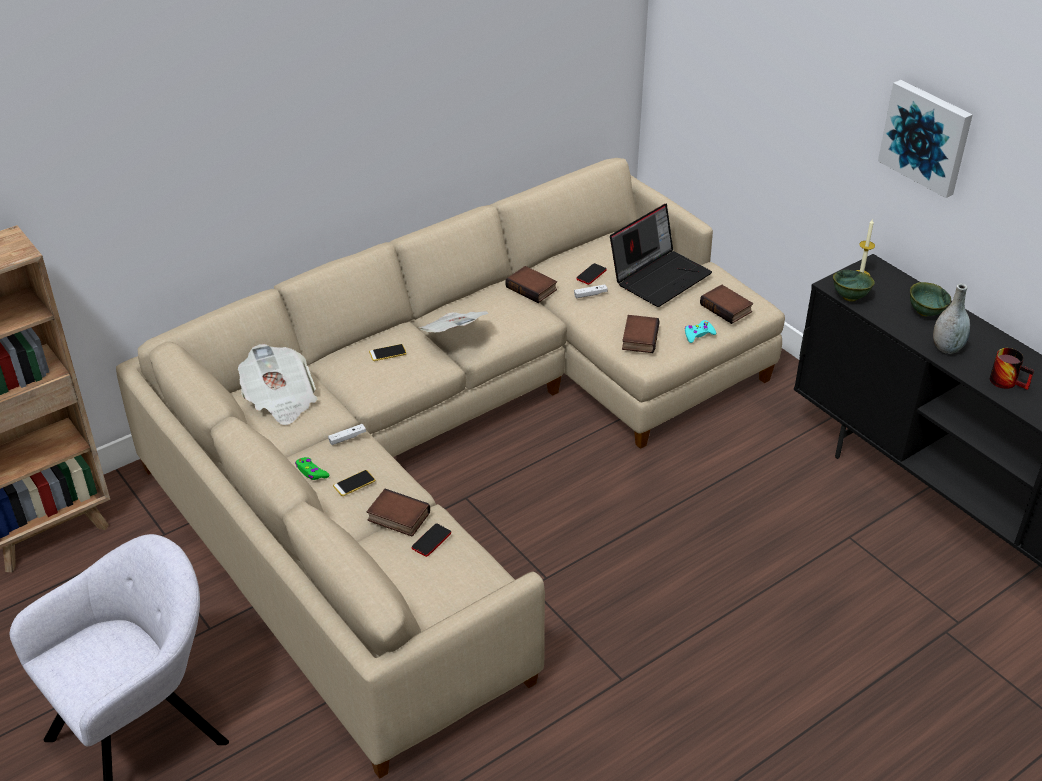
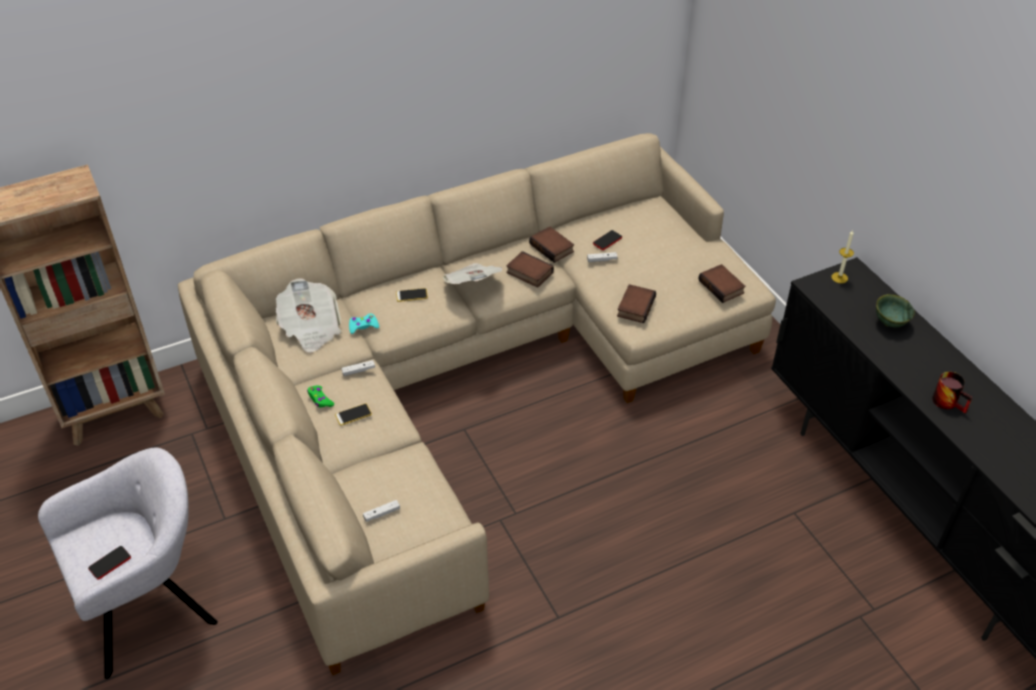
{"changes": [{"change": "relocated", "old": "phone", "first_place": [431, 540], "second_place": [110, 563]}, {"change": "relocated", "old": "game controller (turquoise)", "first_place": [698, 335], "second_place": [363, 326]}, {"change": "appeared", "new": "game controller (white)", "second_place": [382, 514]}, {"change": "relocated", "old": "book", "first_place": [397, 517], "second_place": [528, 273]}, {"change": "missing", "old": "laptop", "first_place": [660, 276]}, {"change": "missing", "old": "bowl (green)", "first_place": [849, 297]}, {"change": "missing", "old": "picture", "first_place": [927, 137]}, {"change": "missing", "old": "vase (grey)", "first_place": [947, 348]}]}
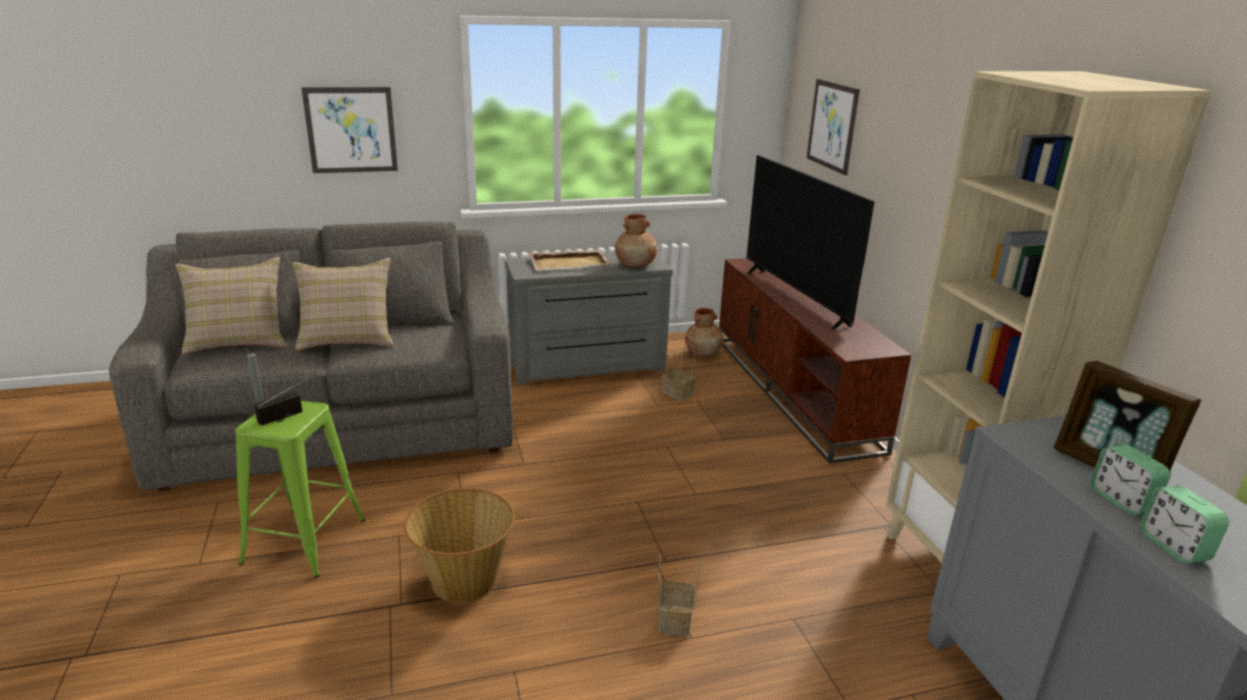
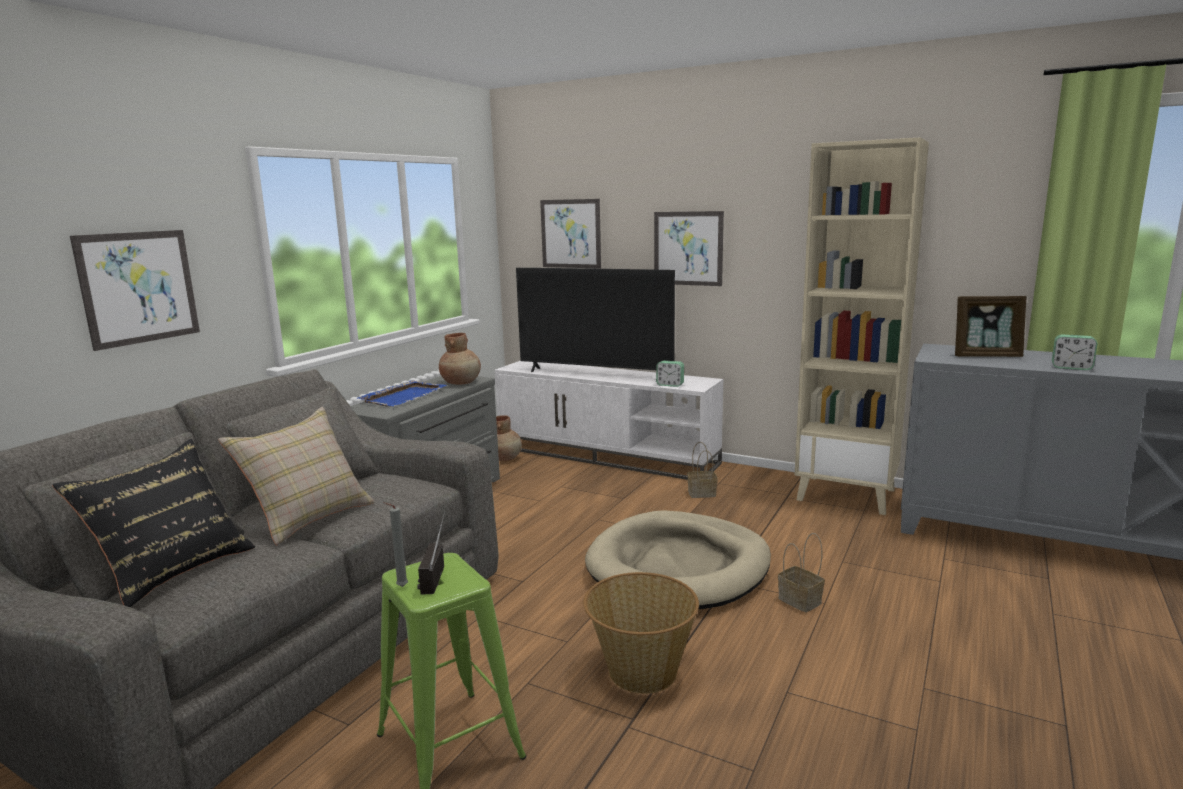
{"changes": [{"change": "colour", "old": "pillow (beige)", "new": "pillow (black)", "first_place": [238, 341], "second_place": [172, 569]}, {"change": "colour", "old": "tray (beige)", "new": "tray (blue)", "first_place": [570, 263], "second_place": [404, 396]}, {"change": "colour", "old": "tv stand (brown)", "new": "tv stand (white)", "first_place": [795, 391], "second_place": [607, 455]}, {"change": "appeared", "new": "dog bed (beige)", "second_place": [678, 567]}, {"change": "appeared", "new": "picture", "second_place": [688, 248]}, {"change": "relocated", "old": "alarm clock", "first_place": [1121, 500], "second_place": [670, 385]}, {"change": "relocated", "old": "basket", "first_place": [678, 393], "second_place": [702, 493]}]}
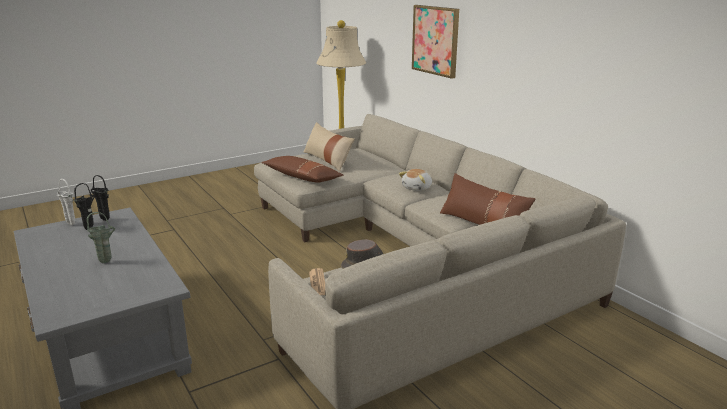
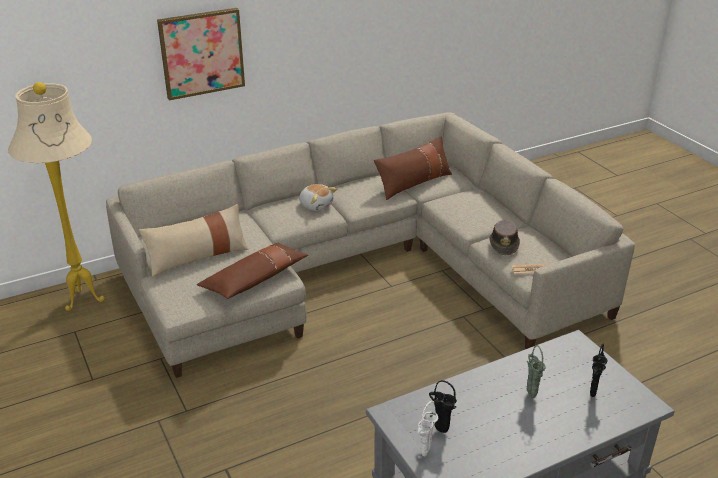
{"changes": [{"change": "relocated", "old": "vase (black)", "first_place": [104, 220], "second_place": [592, 396]}]}
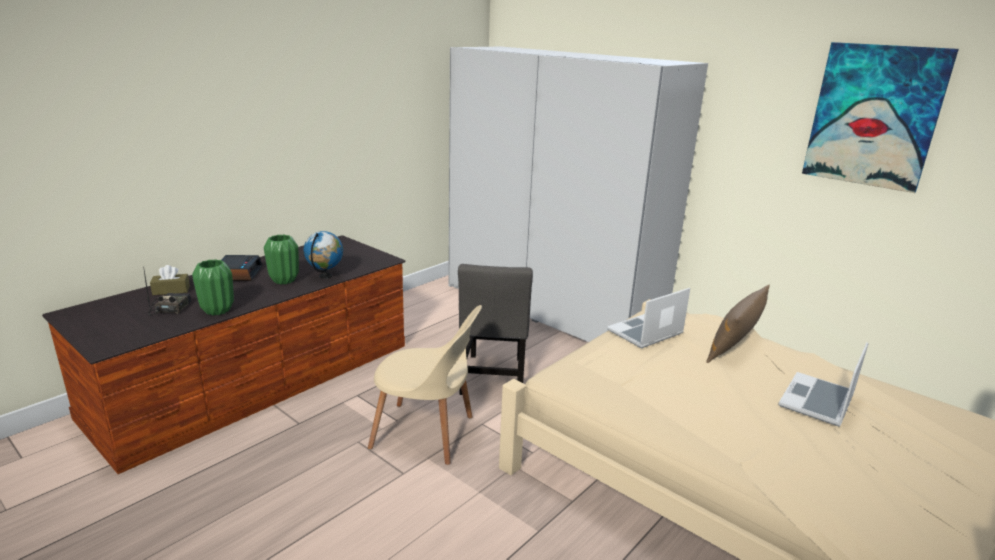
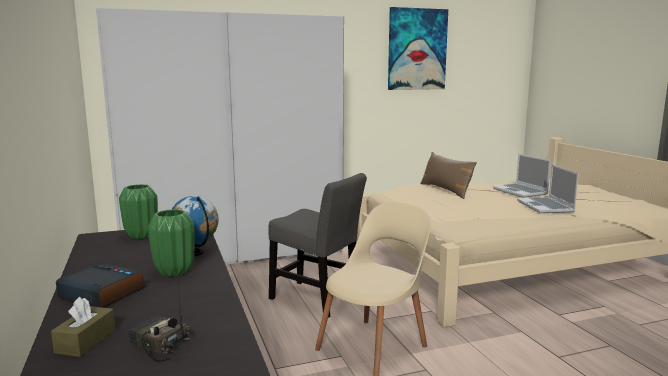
{"changes": [{"change": "relocated", "old": "vase (green)", "first_place": [217, 311], "second_place": [141, 235]}, {"change": "relocated", "old": "laptop", "first_place": [645, 333], "second_place": [546, 207]}]}
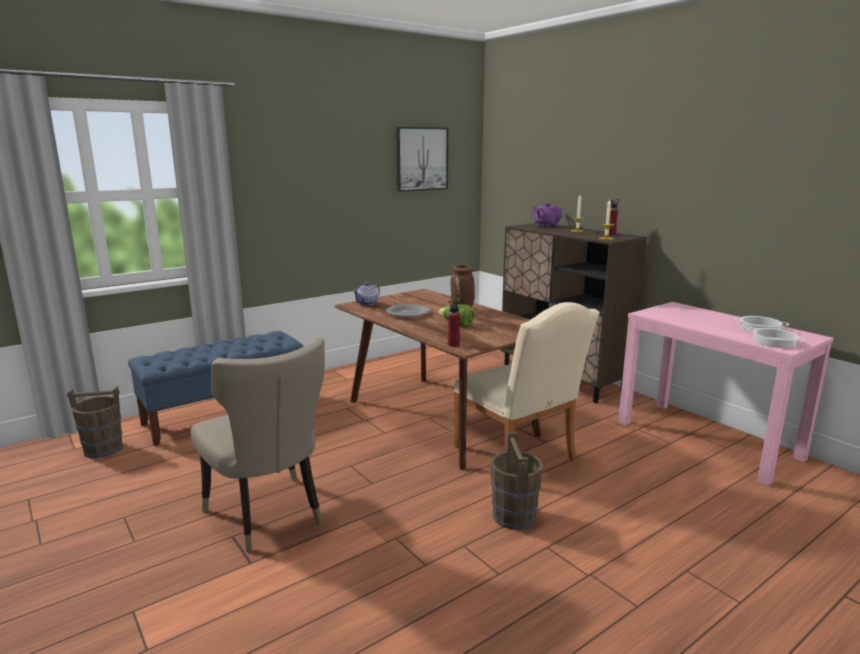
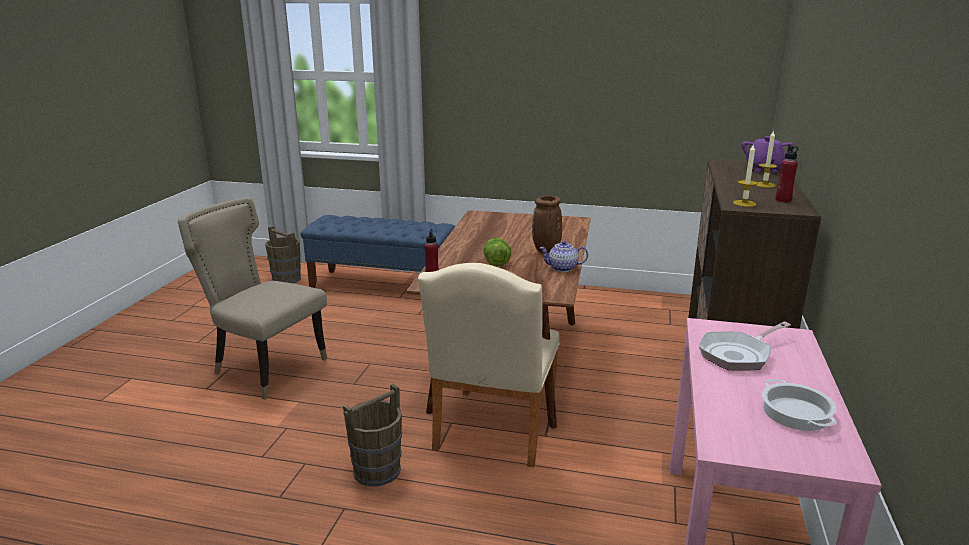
{"changes": [{"change": "spun", "old": "chair (beige)", "first_place": [268, 516], "second_place": [265, 367], "degrees": 105}, {"change": "relocated", "old": "teapot", "first_place": [367, 303], "second_place": [563, 268]}, {"change": "appeared", "new": "frying pan", "second_place": [738, 354]}, {"change": "missing", "old": "plate (grey)", "first_place": [408, 313]}, {"change": "missing", "old": "picture", "first_place": [421, 159]}, {"change": "missing", "old": "cooking pot", "first_place": [774, 342]}]}
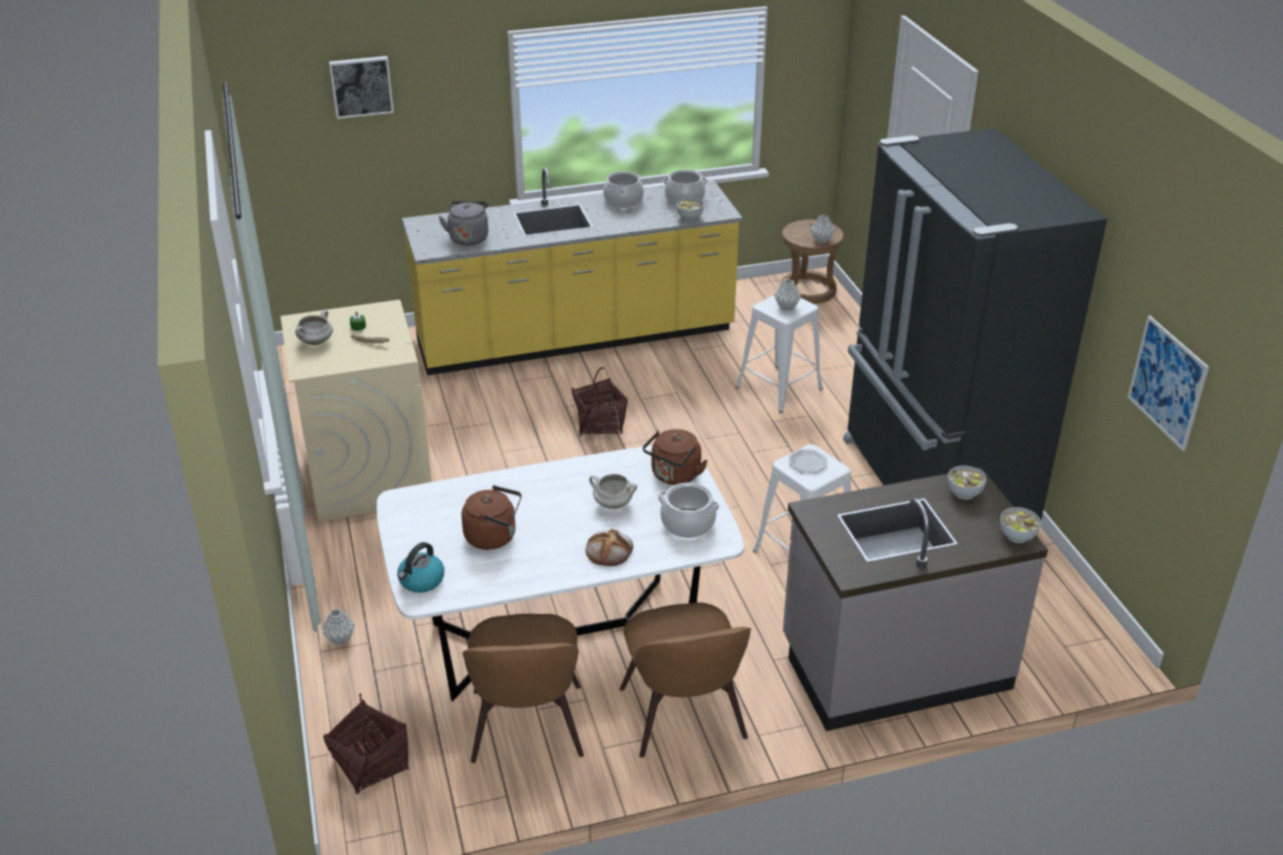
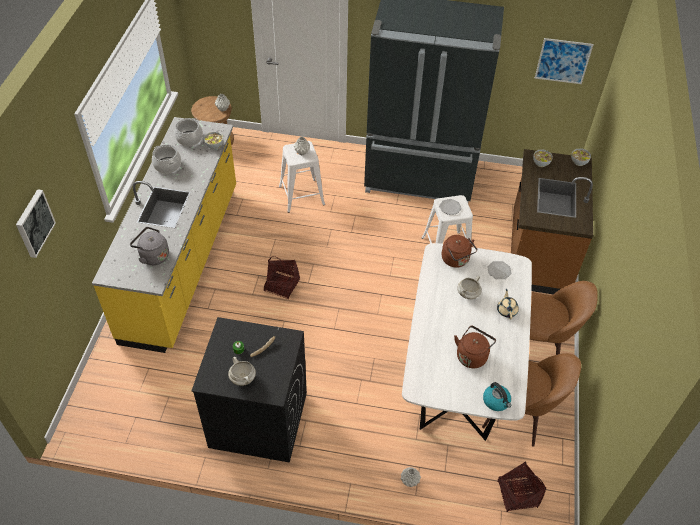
{"changes": [{"change": "colour", "old": "washing machine (beige)", "new": "washing machine (black)", "first_place": [368, 475], "second_place": [257, 420]}, {"change": "exchanged", "old": "cooking pot", "new": "plate", "first_place": [688, 523], "second_place": [499, 270]}, {"change": "exchanged", "old": "bread", "new": "teapot (beige)", "first_place": [609, 551], "second_place": [507, 310]}, {"change": "colour", "old": "counter (grey)", "new": "counter (brown)", "first_place": [894, 665], "second_place": [537, 253]}]}
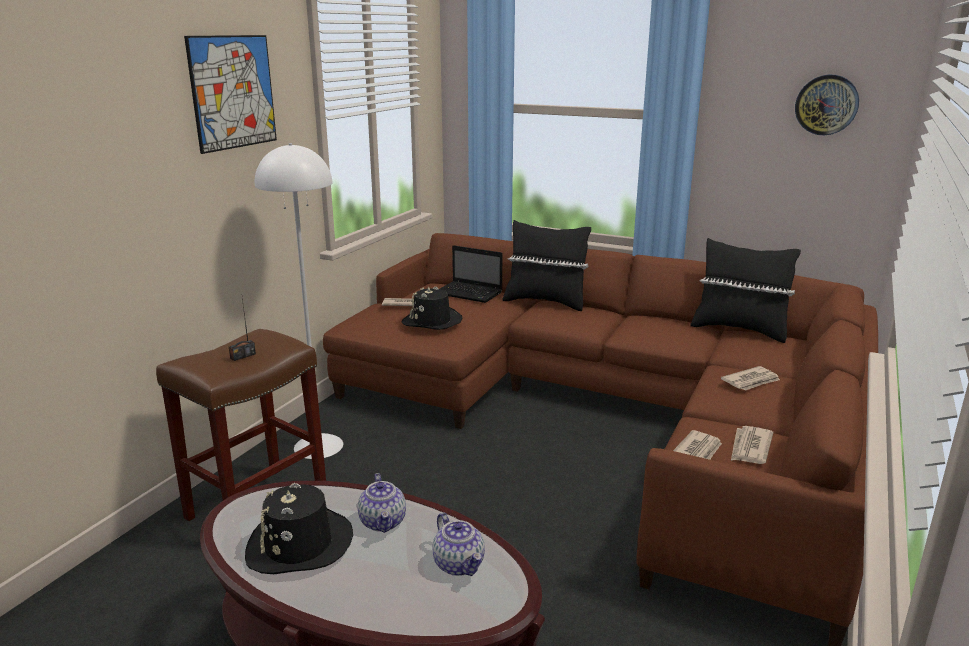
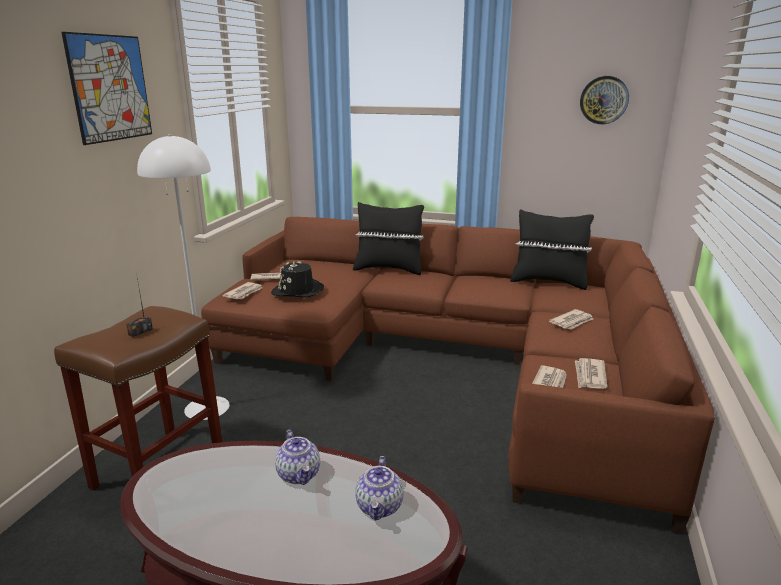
{"changes": [{"change": "appeared", "new": "newspaper", "second_place": [244, 293]}, {"change": "spun", "old": "teapot", "first_place": [459, 564], "second_place": [380, 507], "degrees": 45}, {"change": "missing", "old": "hat (black)", "first_place": [299, 545]}, {"change": "missing", "old": "laptop", "first_place": [470, 293]}]}
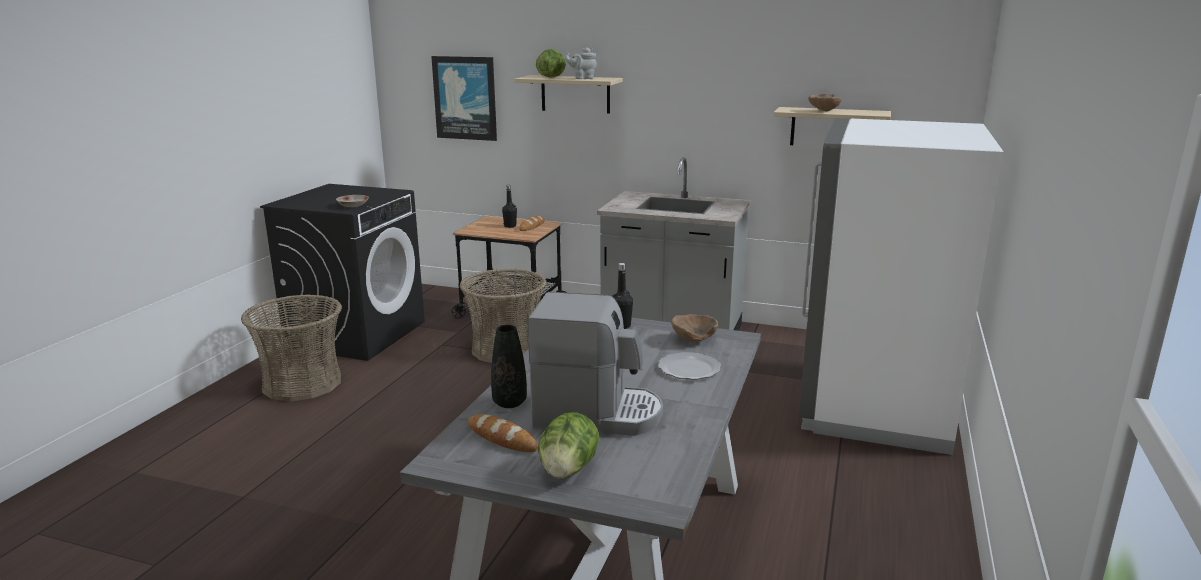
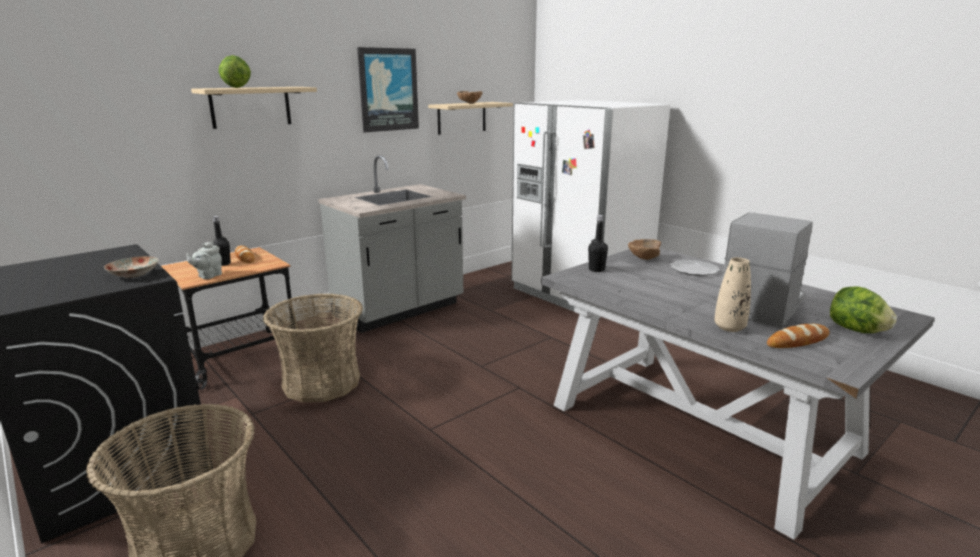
{"changes": [{"change": "relocated", "old": "teapot (grey)", "first_place": [582, 78], "second_place": [208, 276]}, {"change": "relocated", "old": "picture", "first_place": [465, 98], "second_place": [388, 90]}, {"change": "colour", "old": "vase (black)", "new": "vase (beige)", "first_place": [509, 403], "second_place": [729, 327]}]}
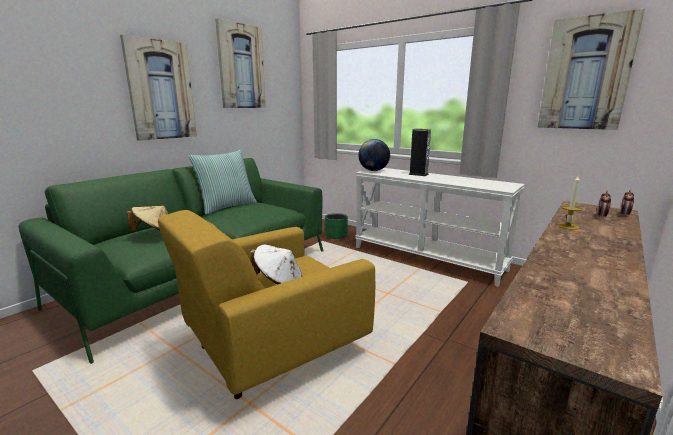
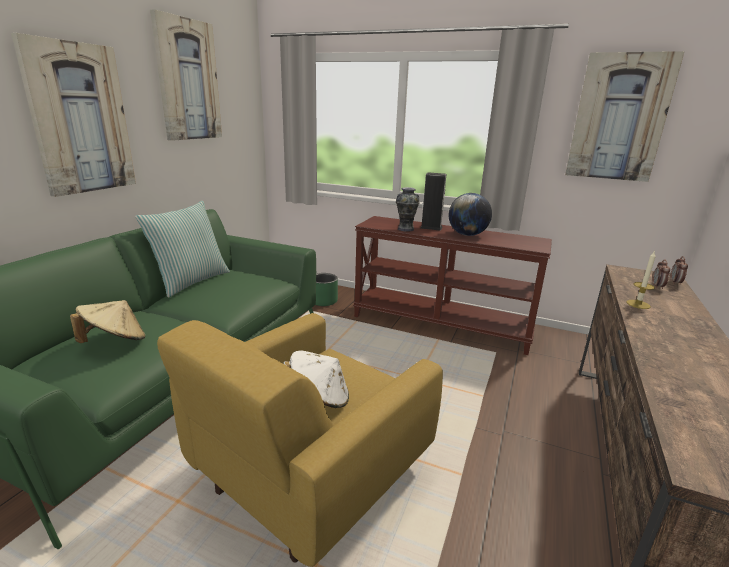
{"changes": [{"change": "colour", "old": "console table (white)", "new": "console table (brown)", "first_place": [427, 258], "second_place": [441, 324]}, {"change": "appeared", "new": "vase", "second_place": [405, 229]}, {"change": "relocated", "old": "globe", "first_place": [373, 170], "second_place": [467, 235]}]}
